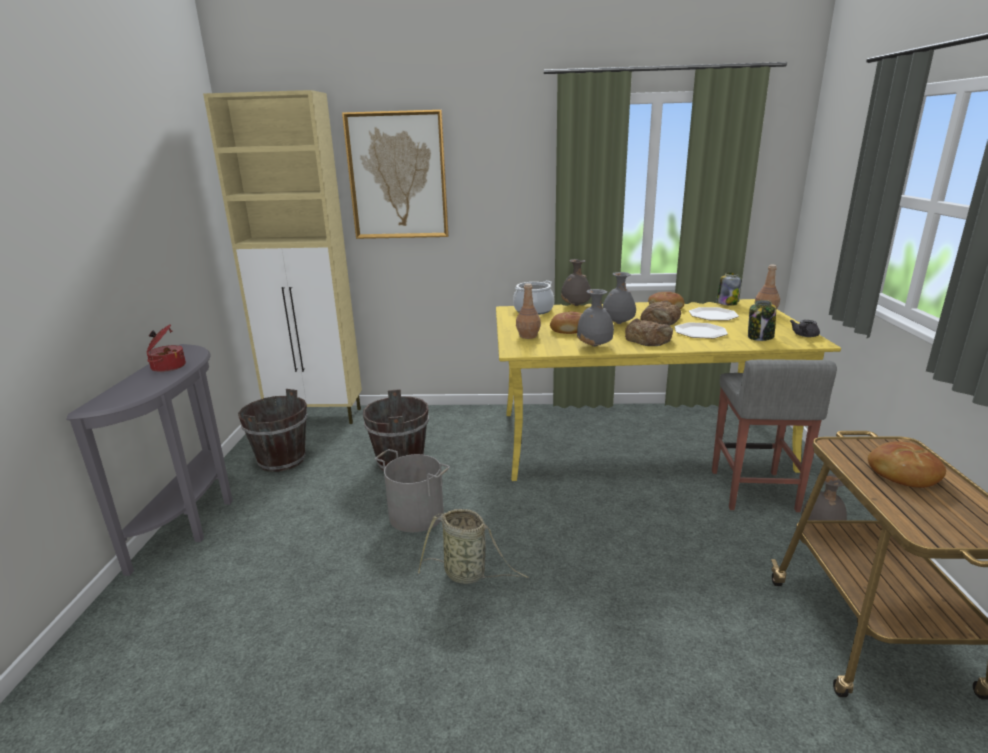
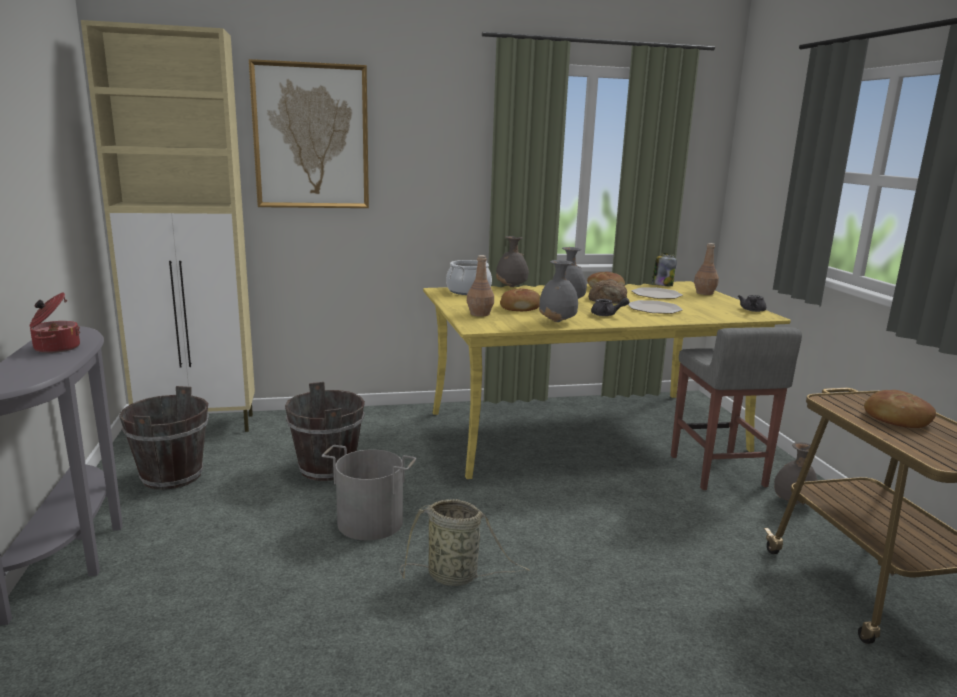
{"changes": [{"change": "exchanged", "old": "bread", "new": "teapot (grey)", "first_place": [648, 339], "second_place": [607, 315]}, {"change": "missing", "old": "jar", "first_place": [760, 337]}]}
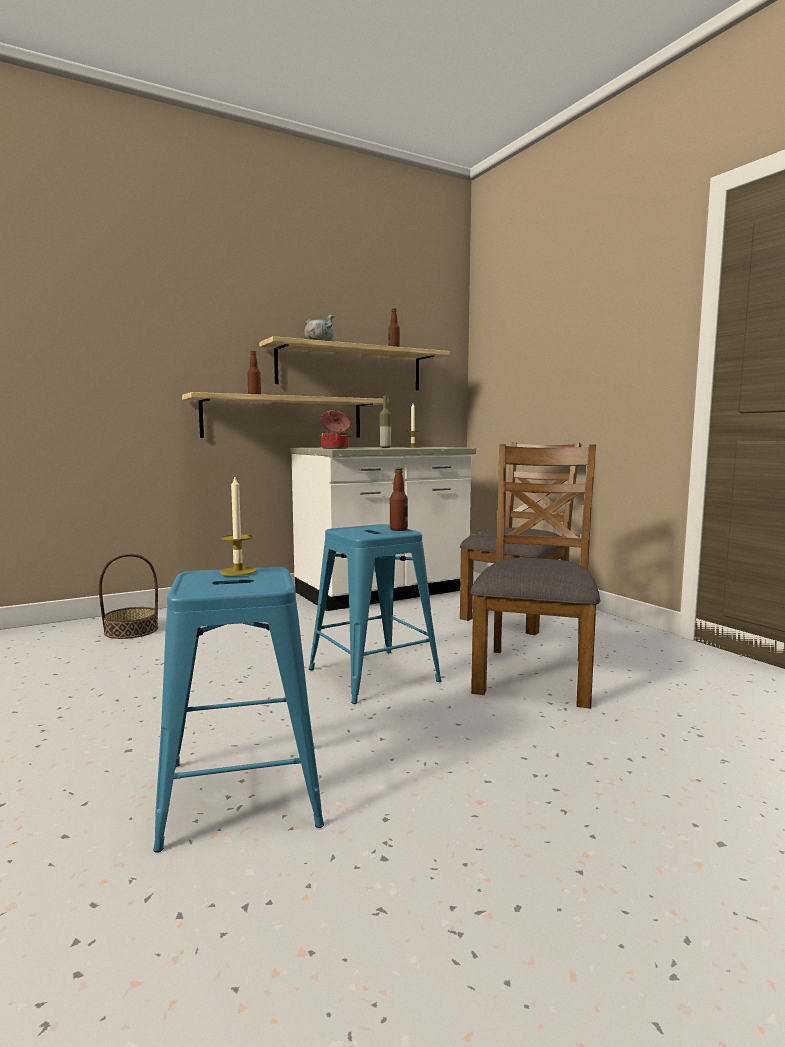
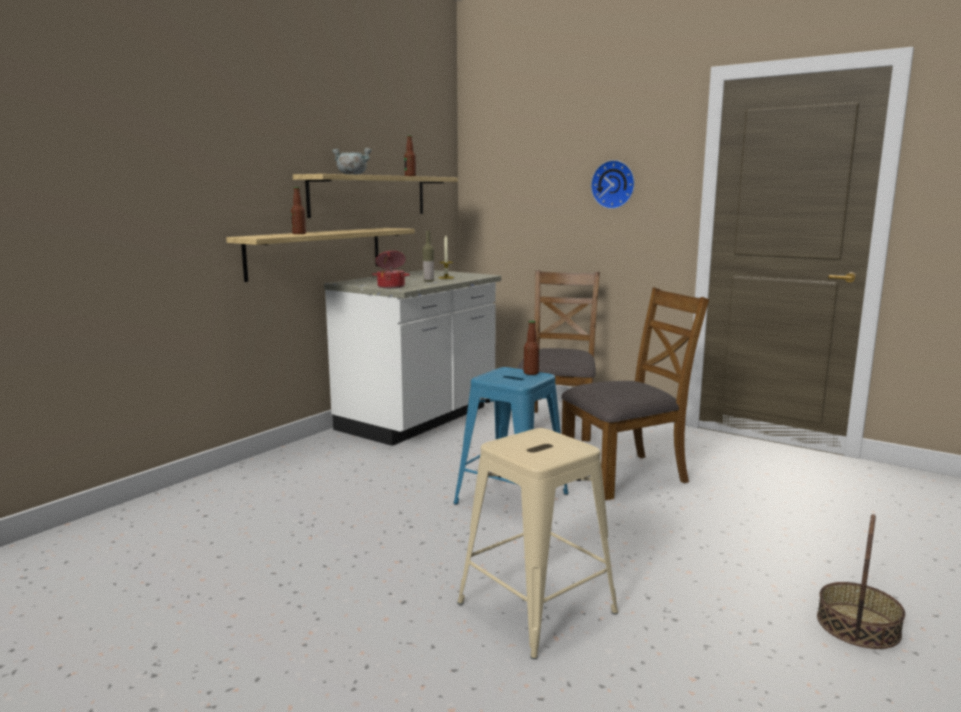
{"changes": [{"change": "colour", "old": "stool (blue)", "new": "stool (beige)", "first_place": [242, 793], "second_place": [536, 607]}, {"change": "spun", "old": "chair (brown)", "first_place": [534, 674], "second_place": [625, 475], "degrees": 75}, {"change": "appeared", "new": "wall clock", "second_place": [614, 184]}, {"change": "relocated", "old": "basket", "first_place": [131, 630], "second_place": [858, 625]}, {"change": "missing", "old": "candle", "first_place": [238, 571]}]}
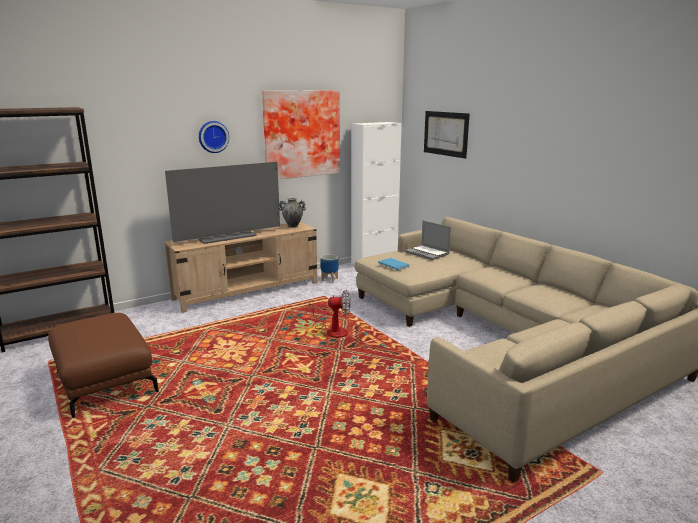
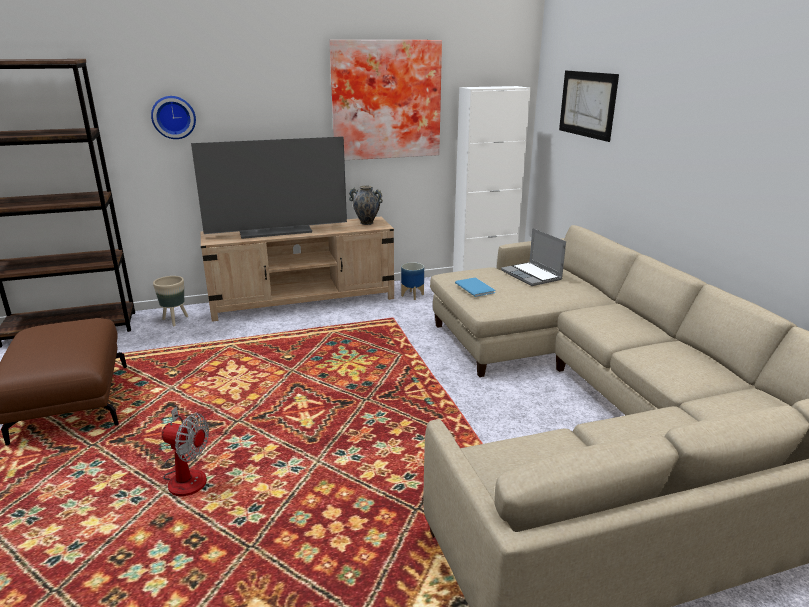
{"changes": [{"change": "relocated", "old": "wall clock", "first_place": [213, 136], "second_place": [173, 117]}, {"change": "appeared", "new": "planter (beige)", "second_place": [175, 320]}, {"change": "relocated", "old": "fan", "first_place": [332, 330], "second_place": [186, 475]}]}
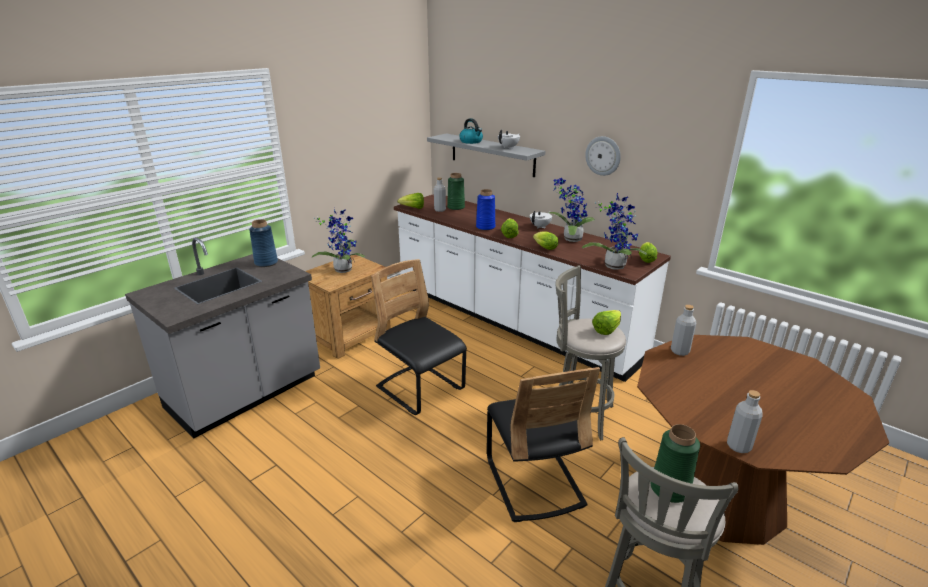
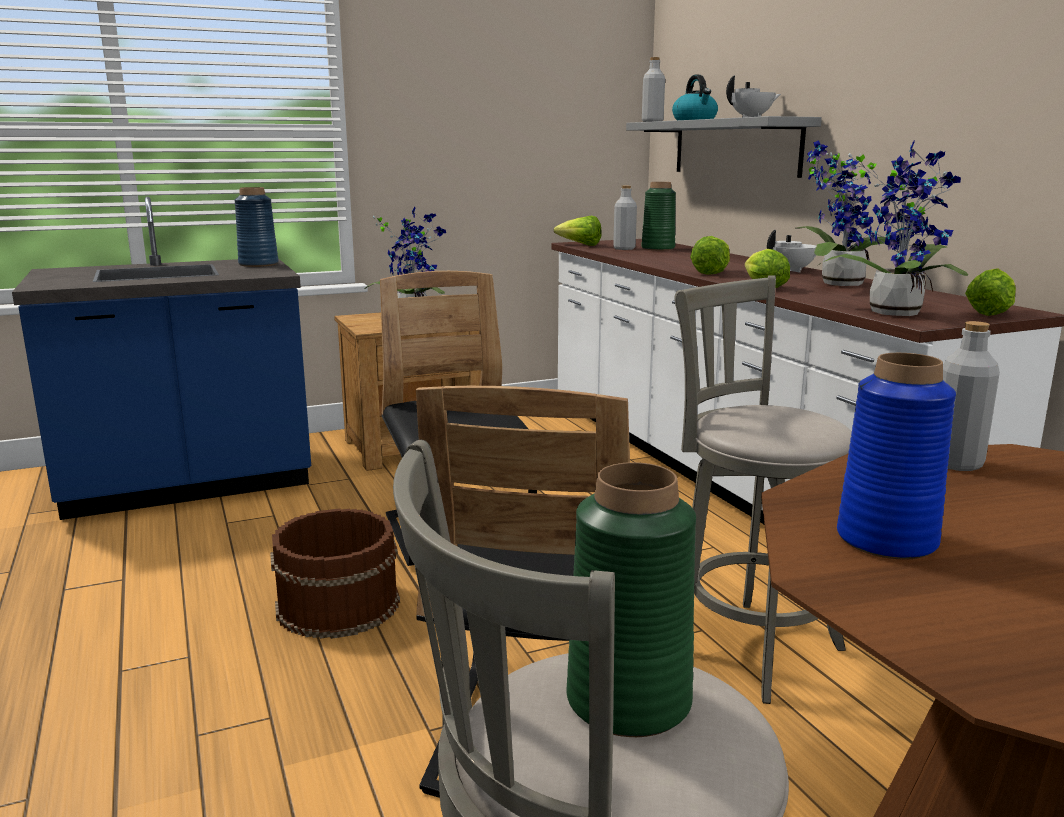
{"changes": [{"change": "colour", "old": "counter (grey)", "new": "counter (blue)", "first_place": [245, 394], "second_place": [188, 485]}, {"change": "appeared", "new": "bucket (brown)", "second_place": [336, 605]}, {"change": "relocated", "old": "bottle (grey)", "first_place": [738, 446], "second_place": [652, 122]}, {"change": "relocated", "old": "vase (blue)", "first_place": [485, 227], "second_place": [887, 540]}, {"change": "missing", "old": "wall clock", "first_place": [603, 155]}, {"change": "missing", "old": "lettuce", "first_place": [606, 330]}]}
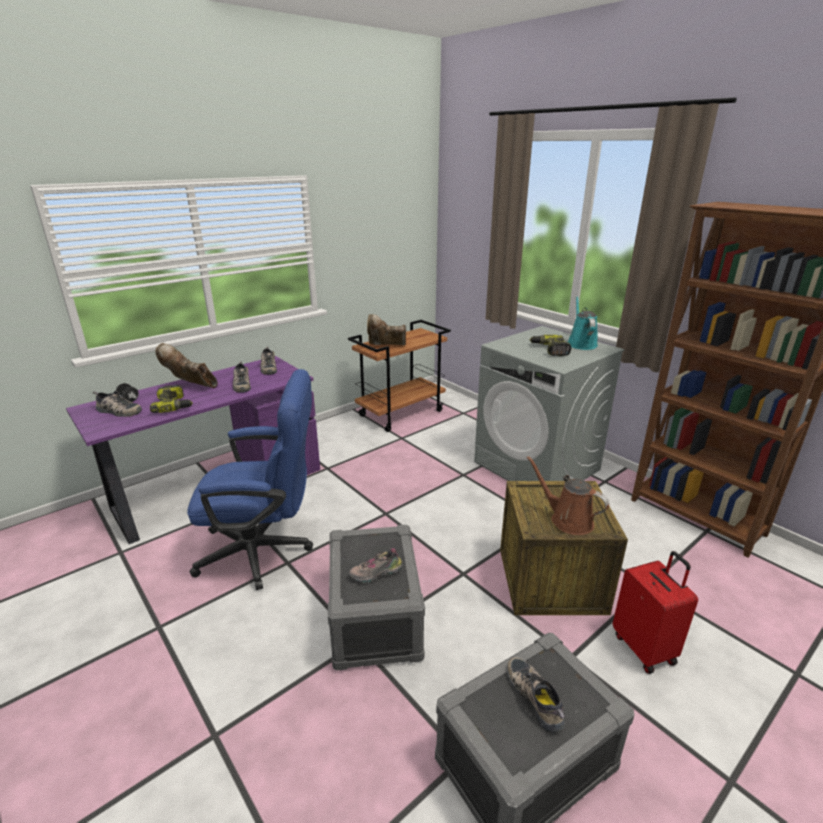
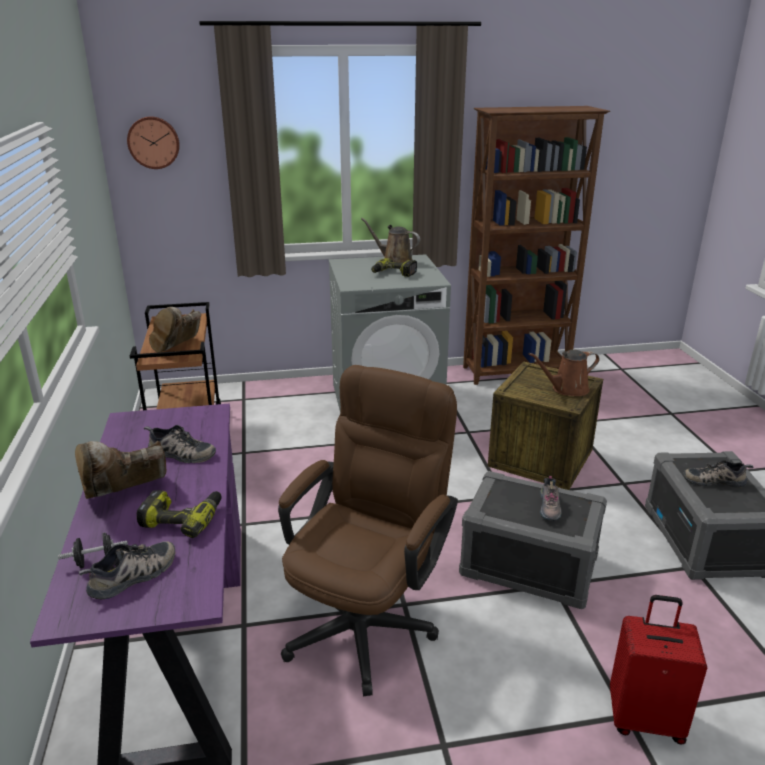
{"changes": [{"change": "appeared", "new": "wall clock", "second_place": [153, 142]}, {"change": "colour", "old": "office chair (blue)", "new": "office chair (brown)", "first_place": [265, 551], "second_place": [368, 618]}, {"change": "colour", "old": "watering can (turquoise)", "new": "watering can (brown)", "first_place": [581, 343], "second_place": [395, 261]}, {"change": "relocated", "old": "suitcase (red)", "first_place": [645, 648], "second_place": [645, 718]}, {"change": "missing", "old": "shoe", "first_place": [268, 367]}]}
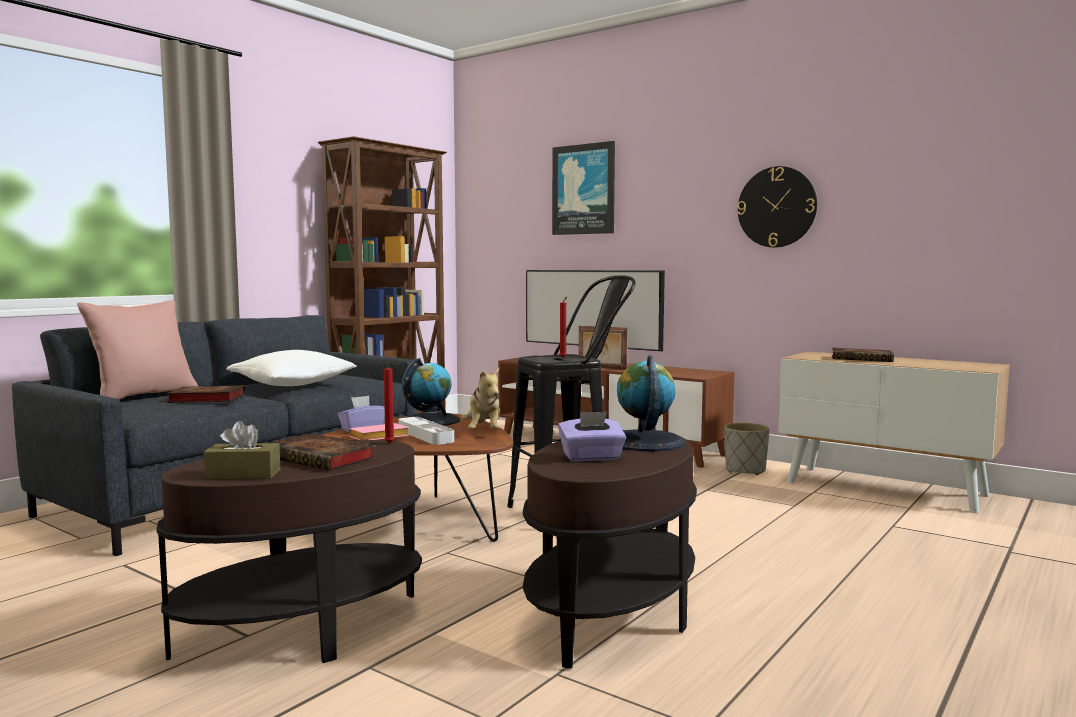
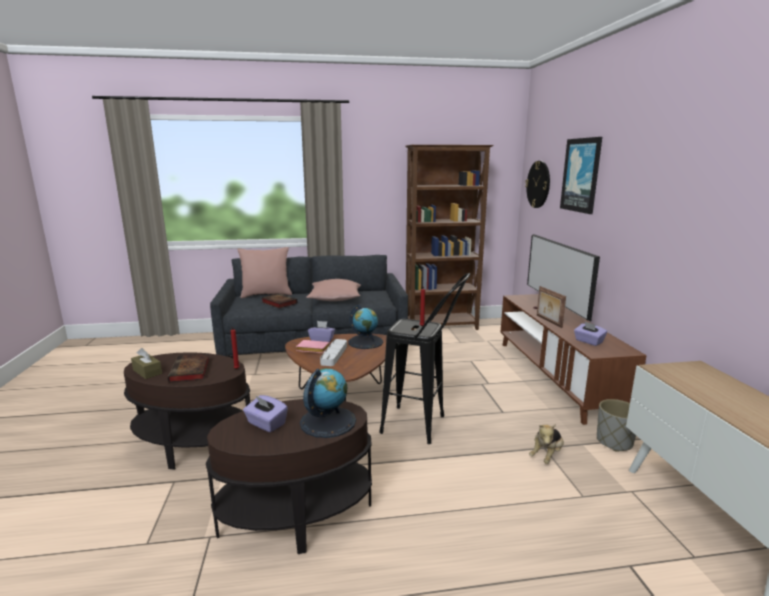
{"changes": [{"change": "colour", "old": "pillow (white)", "new": "pillow (pink)", "first_place": [292, 385], "second_place": [335, 299]}, {"change": "relocated", "old": "wall clock", "first_place": [776, 207], "second_place": [538, 184]}, {"change": "relocated", "old": "plush toy", "first_place": [484, 432], "second_place": [546, 455]}, {"change": "appeared", "new": "tissue box (purple)", "second_place": [588, 341]}, {"change": "missing", "old": "book", "first_place": [863, 359]}]}
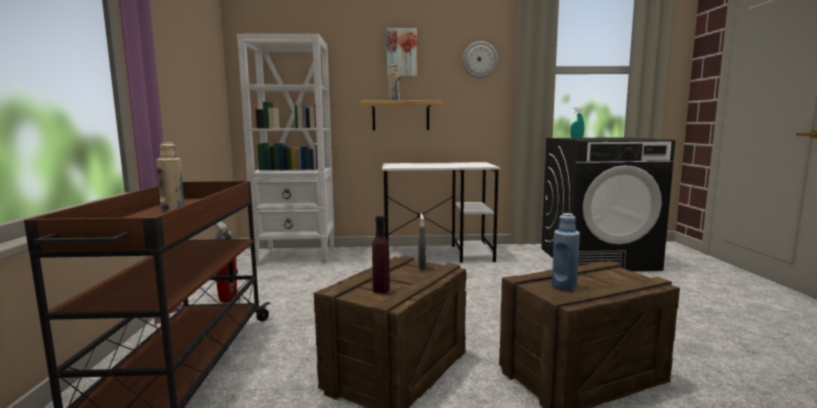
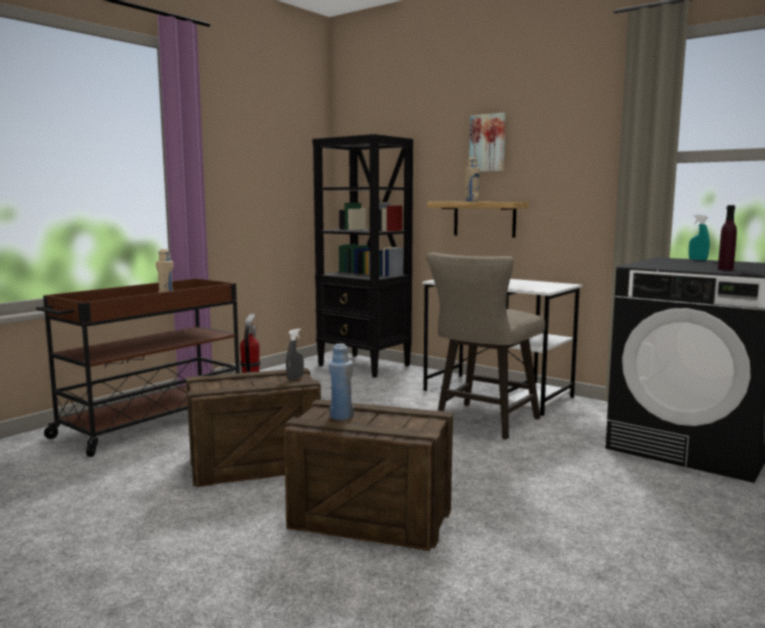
{"changes": [{"change": "colour", "old": "bookcase (white)", "new": "bookcase (black)", "first_place": [297, 255], "second_place": [364, 366]}, {"change": "appeared", "new": "stool (beige)", "second_place": [483, 423]}, {"change": "relocated", "old": "bottle (purple)", "first_place": [381, 290], "second_place": [725, 269]}, {"change": "missing", "old": "wall clock", "first_place": [480, 59]}]}
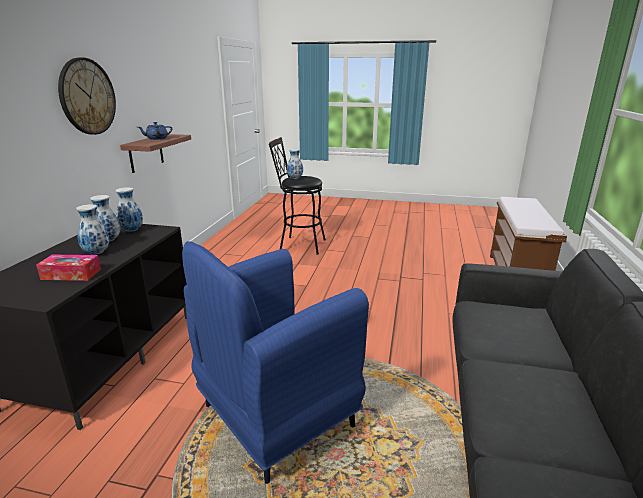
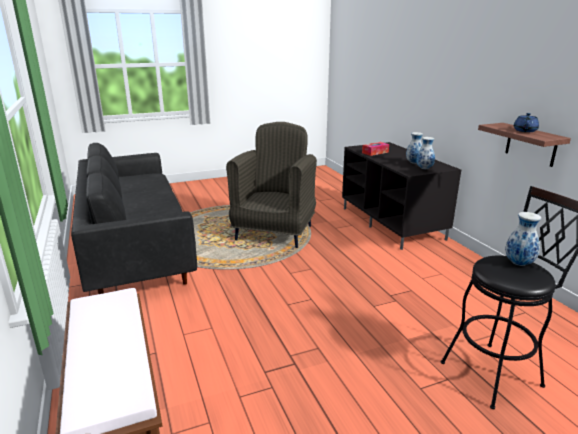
{"changes": [{"change": "colour", "old": "armchair (blue)", "new": "armchair (grey)", "first_place": [275, 417], "second_place": [274, 232]}, {"change": "missing", "old": "wall clock", "first_place": [87, 97]}, {"change": "missing", "old": "vase", "first_place": [97, 253]}]}
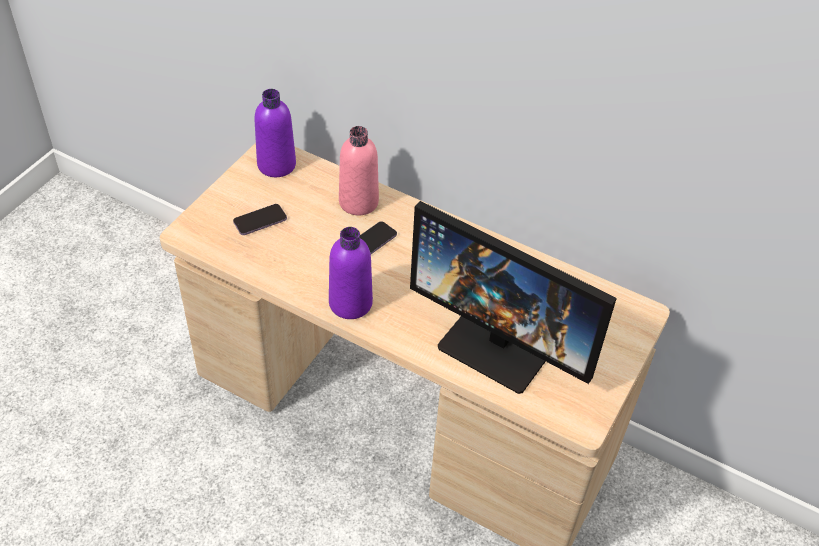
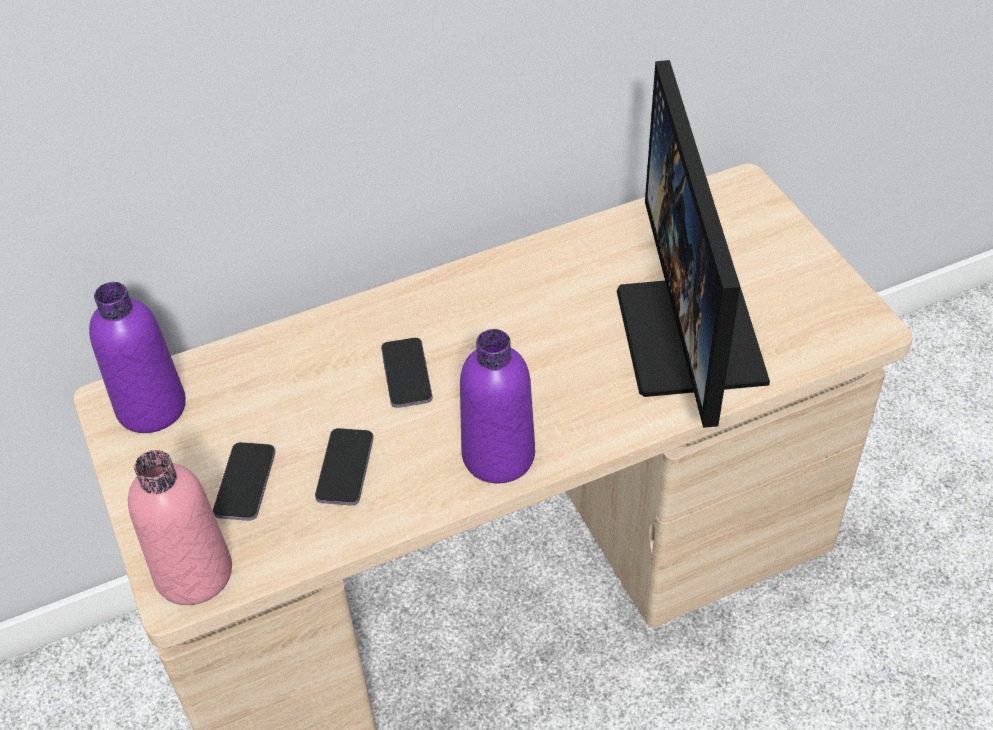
{"changes": [{"change": "relocated", "old": "bottle (pink)", "first_place": [358, 202], "second_place": [194, 573]}, {"change": "appeared", "new": "phone", "second_place": [345, 468]}, {"change": "spun", "old": "monitor", "first_place": [500, 343], "second_place": [691, 336], "degrees": 105}]}
